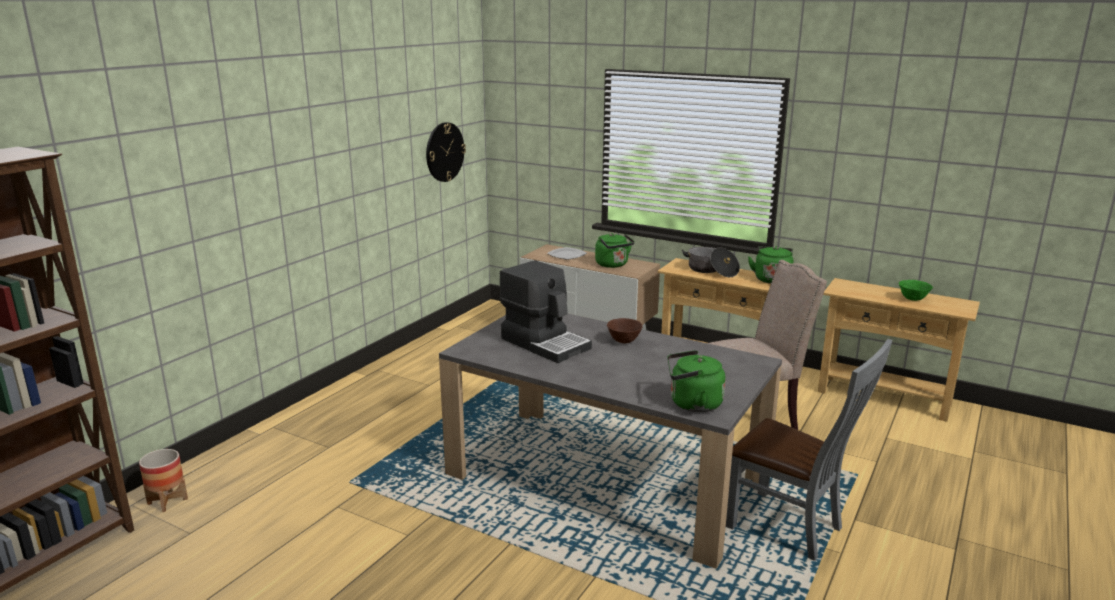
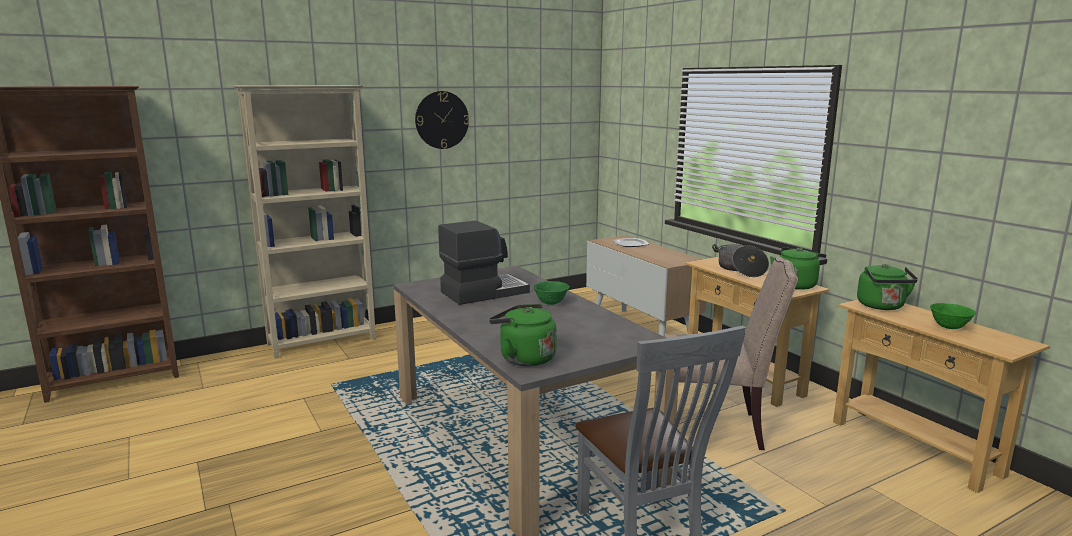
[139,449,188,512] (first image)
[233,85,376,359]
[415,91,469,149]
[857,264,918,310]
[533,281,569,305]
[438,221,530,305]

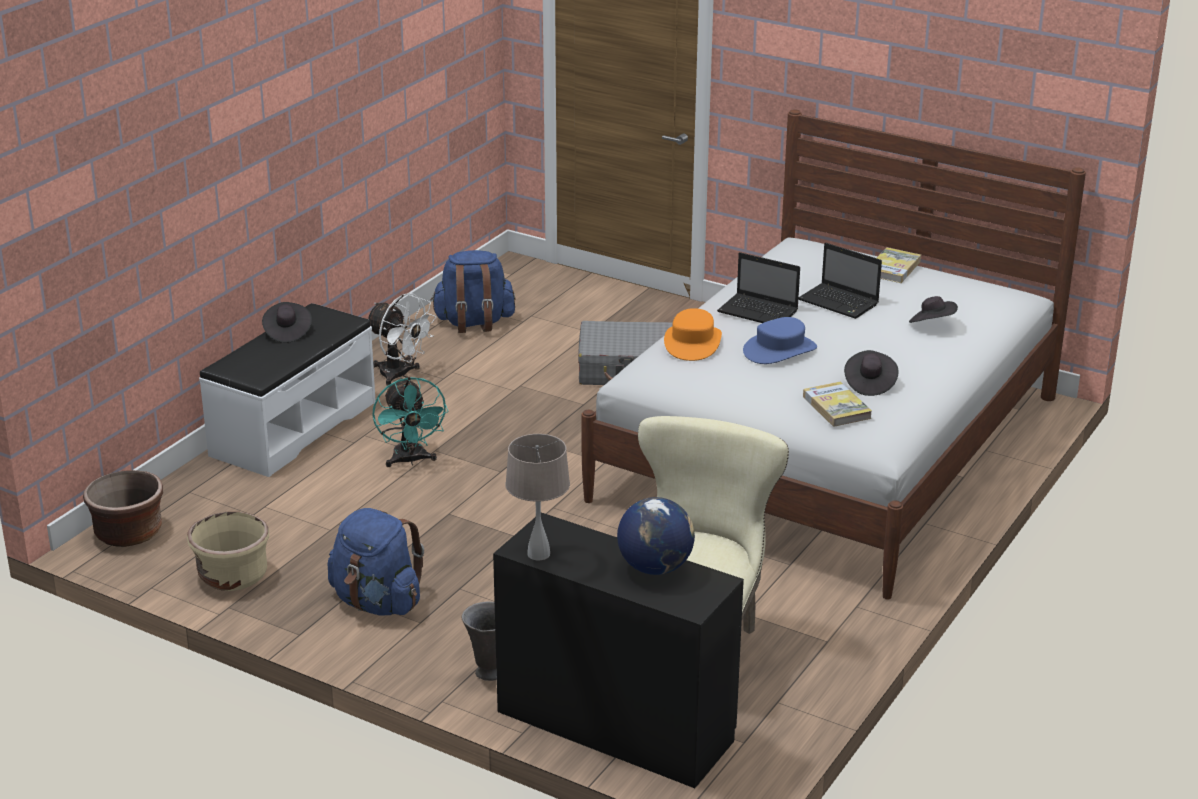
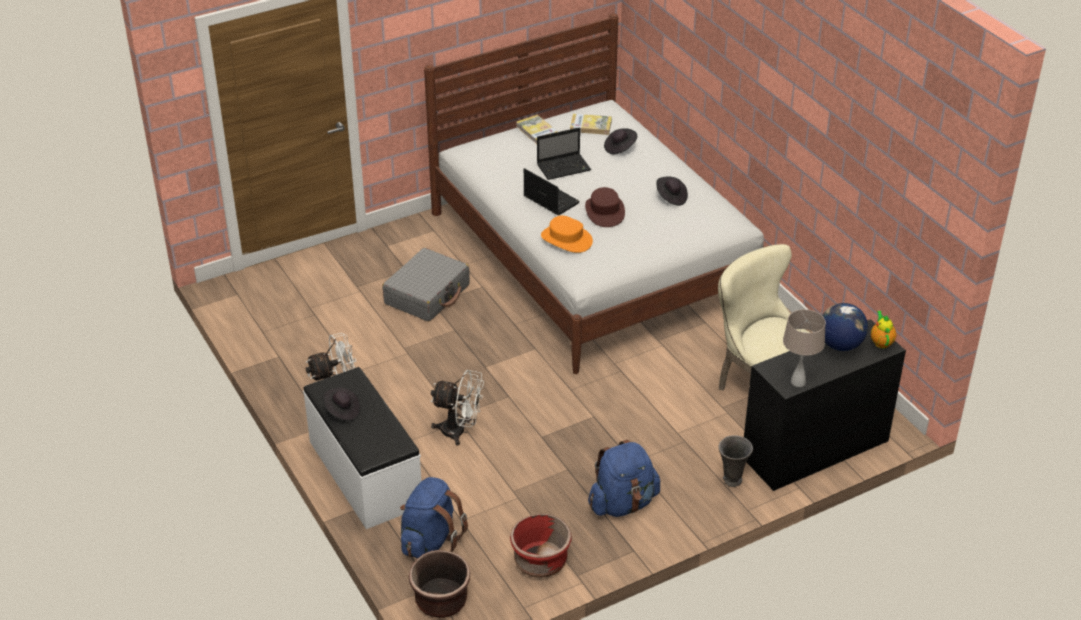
[871,311,896,348]
[400,477,468,558]
[570,114,612,135]
[510,513,571,578]
[431,370,484,446]
[585,187,625,227]
[524,168,580,215]

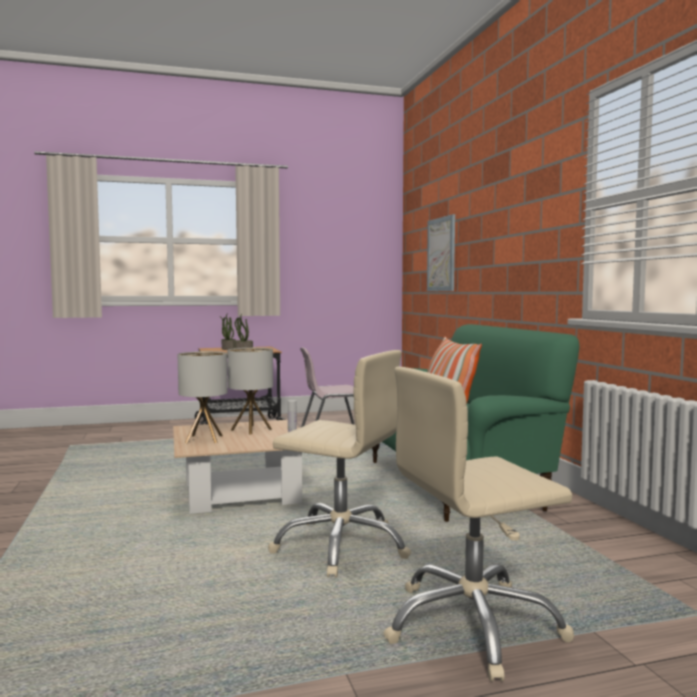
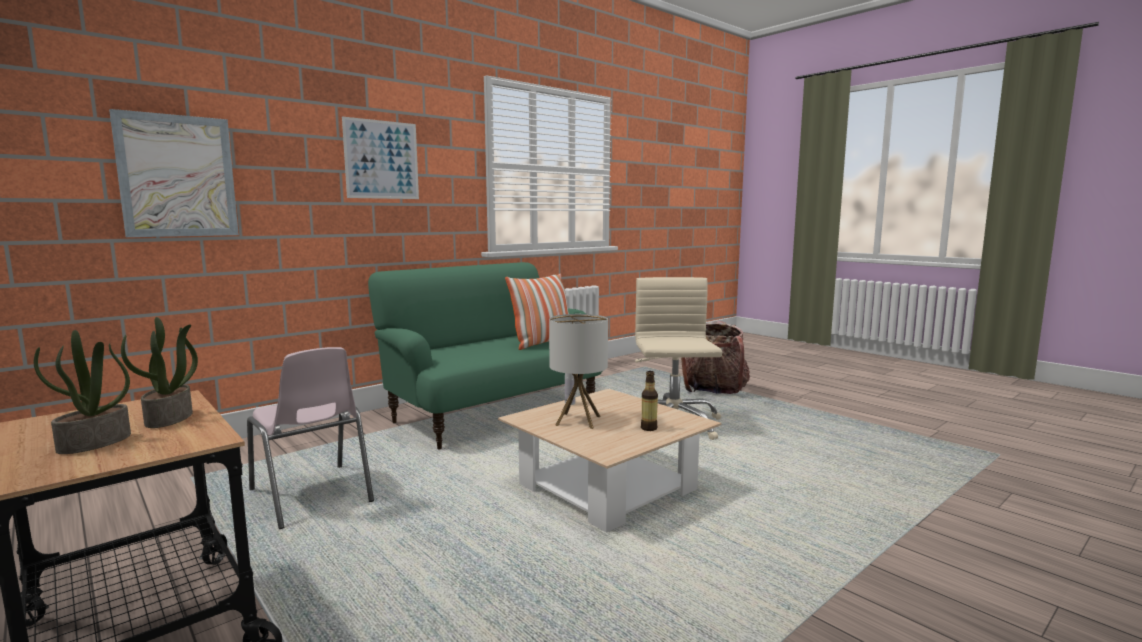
[342,116,419,199]
[641,371,658,431]
[681,321,750,394]

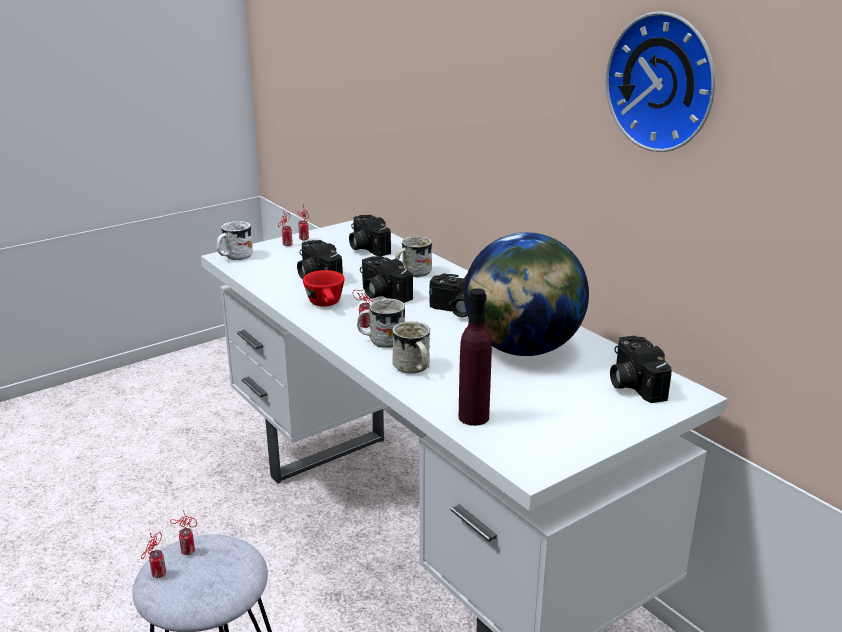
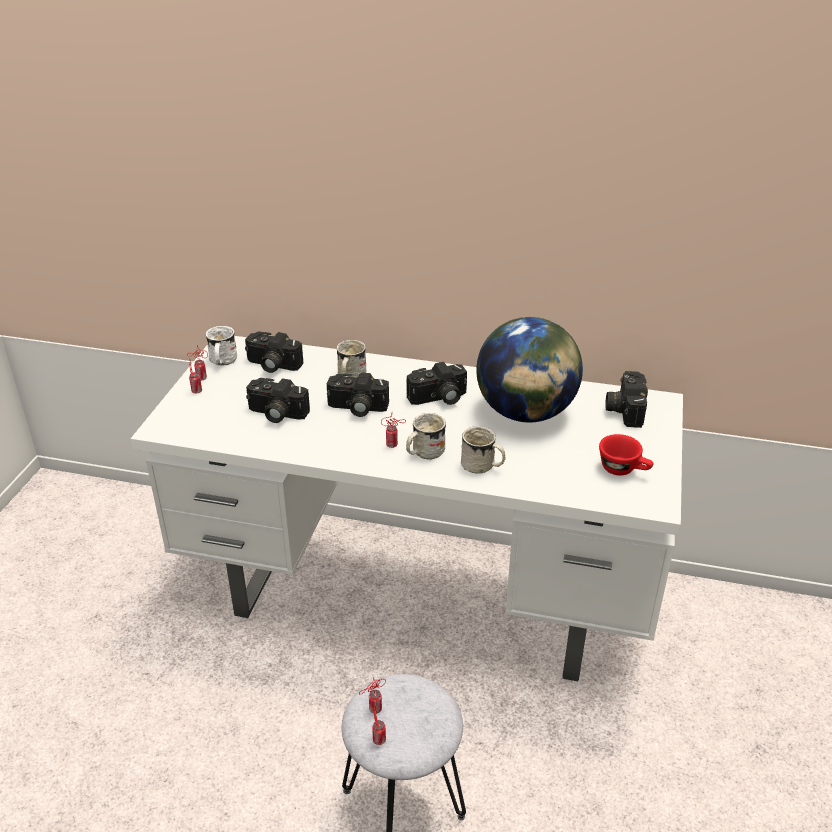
[459,288,492,426] (first image)
[605,12,715,152] (first image)
[206,326,237,366]
[599,434,653,475]
[605,371,648,428]

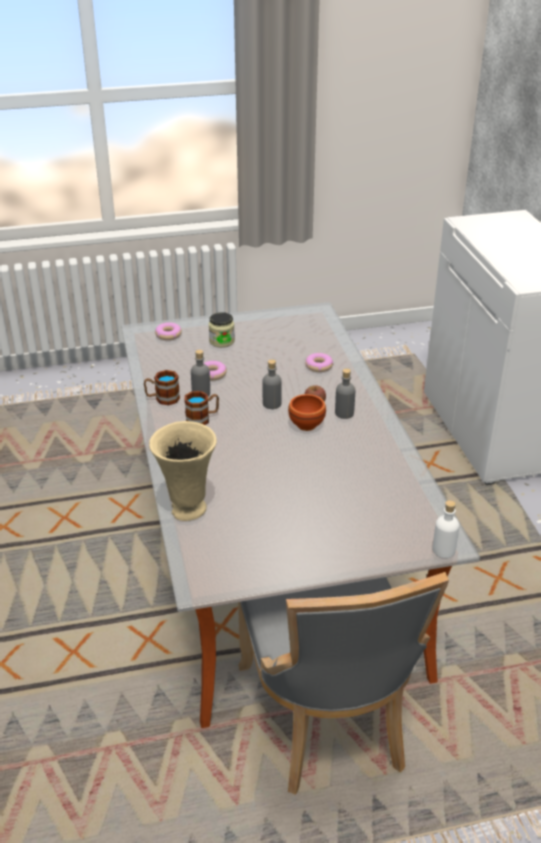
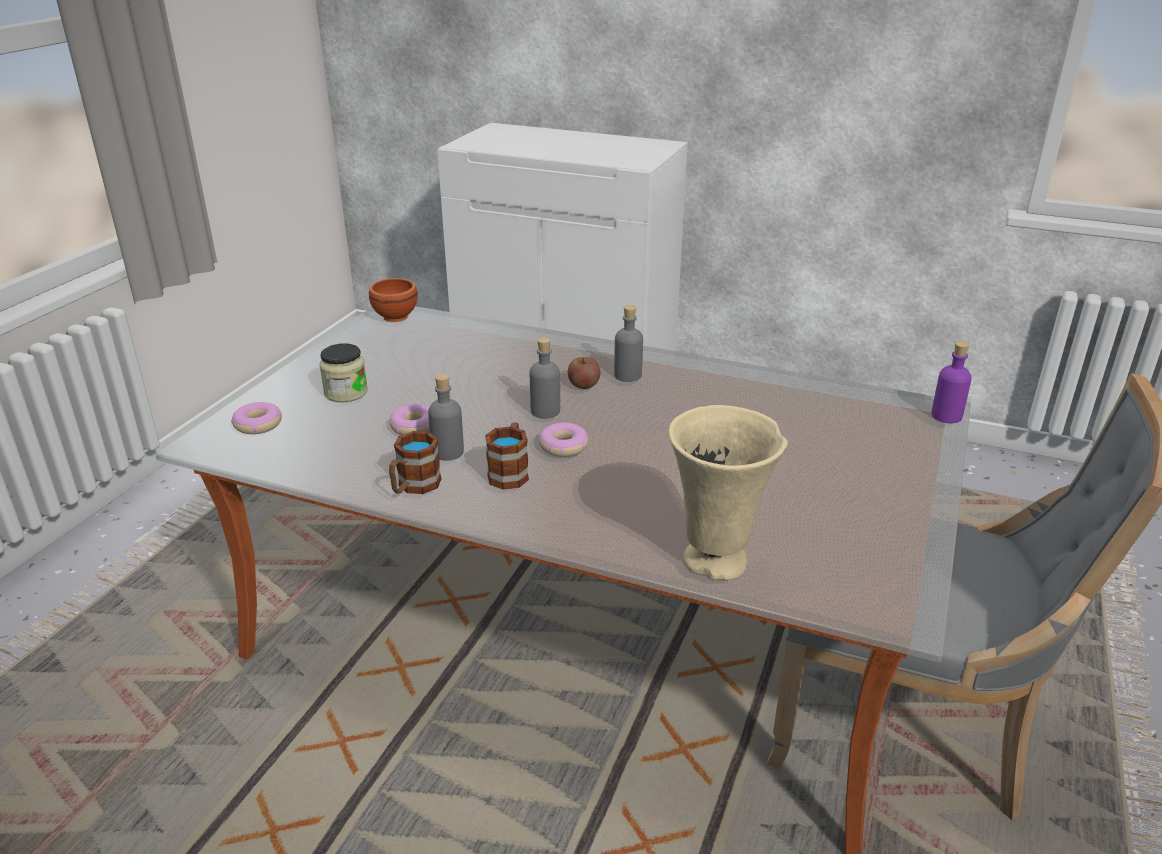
[369,278,418,322]
[539,423,588,457]
[931,341,972,423]

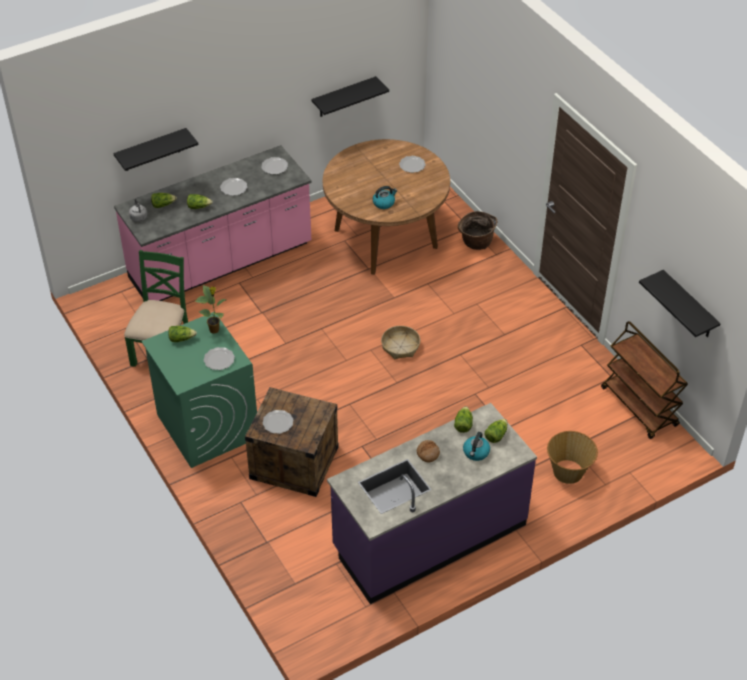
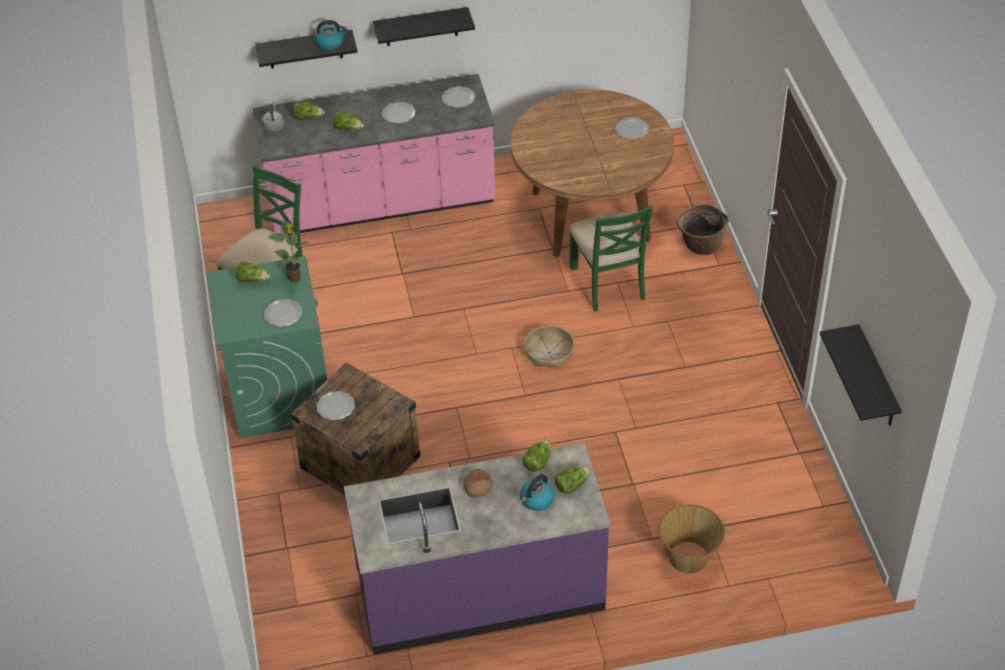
[601,321,688,439] (first image)
[569,205,653,312]
[373,7,475,46]
[315,20,347,50]

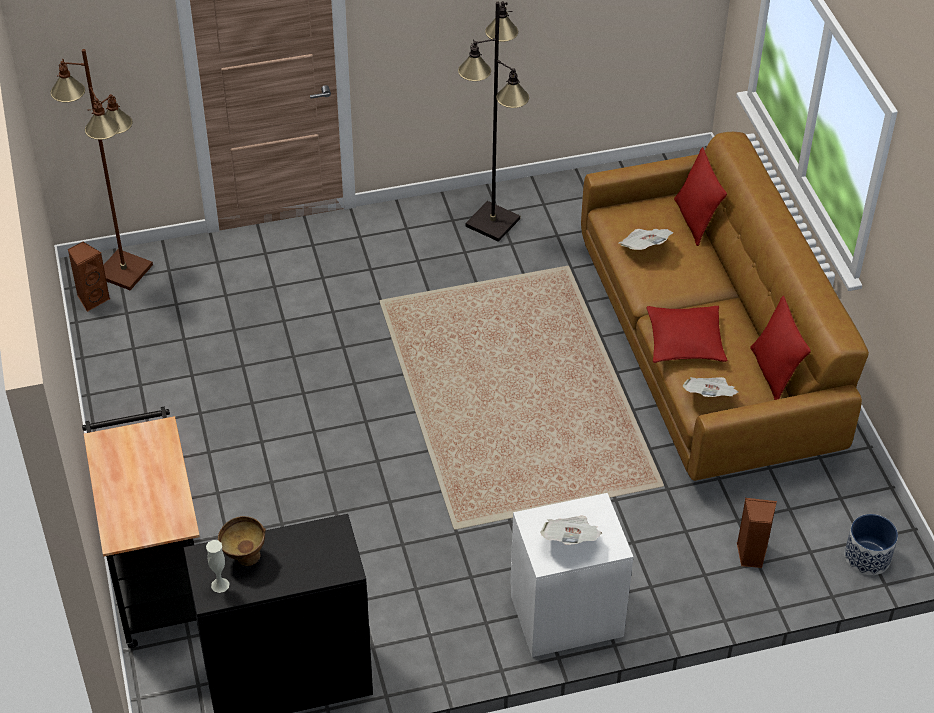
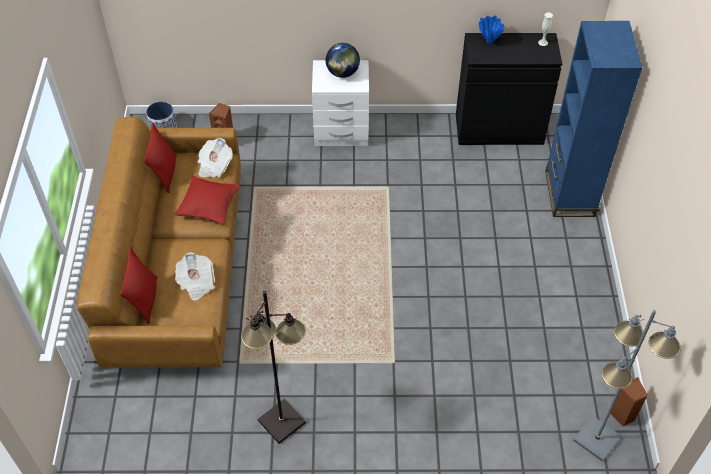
[218,516,266,566] (first image)
[479,16,504,44]
[545,21,642,217]
[326,43,360,78]
[573,310,680,462]

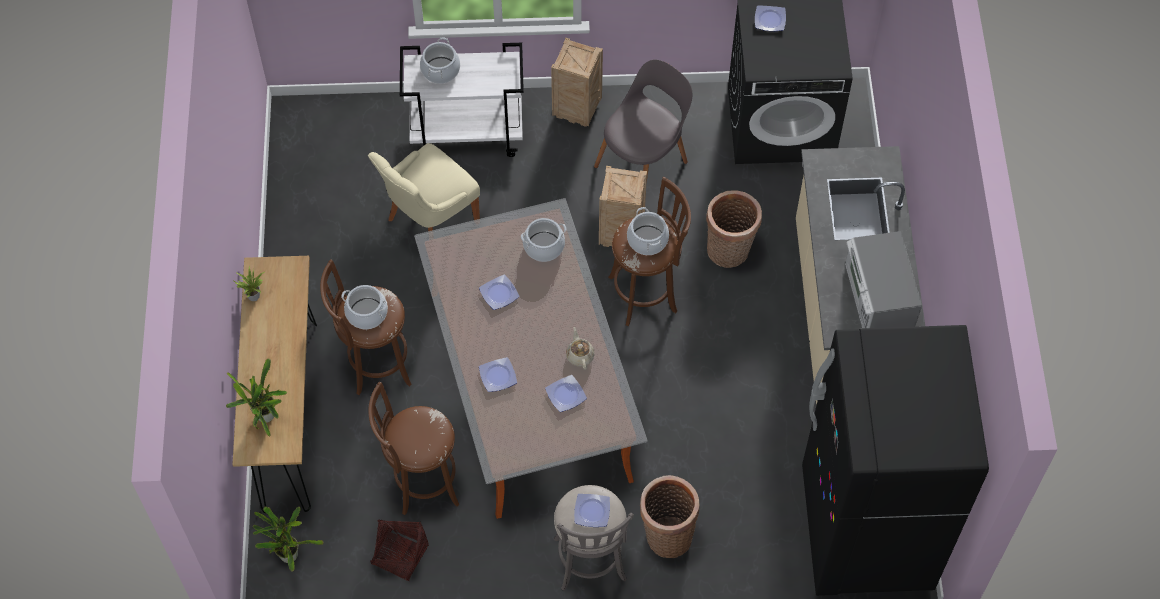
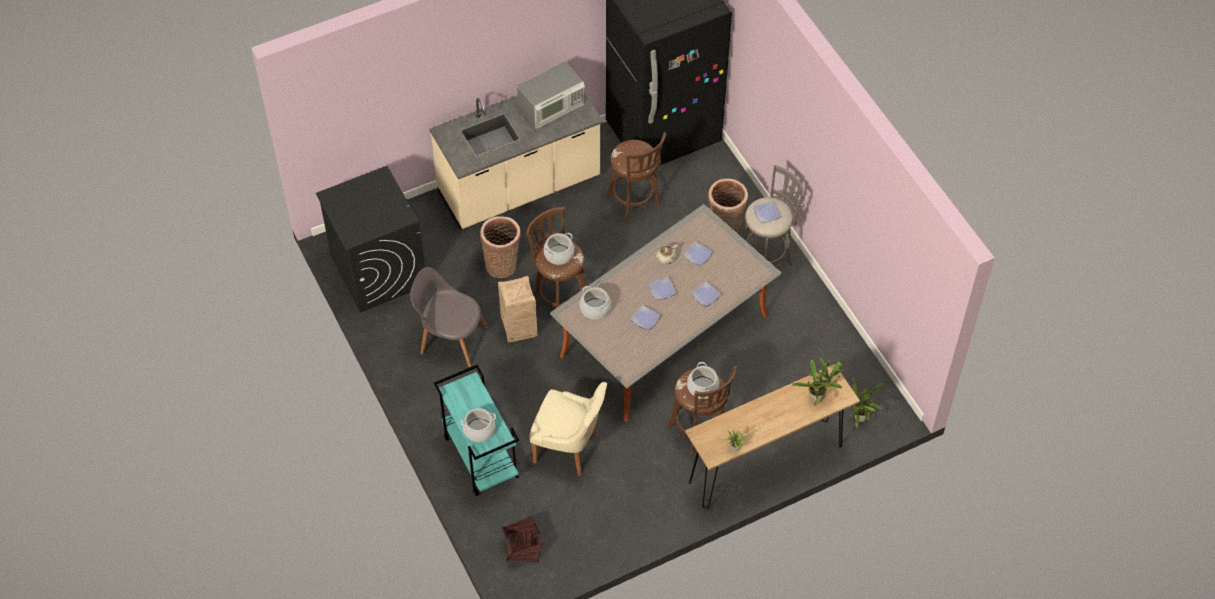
[551,38,603,127] (first image)
[605,132,666,223]
[501,517,542,563]
[649,277,676,300]
[434,365,519,496]

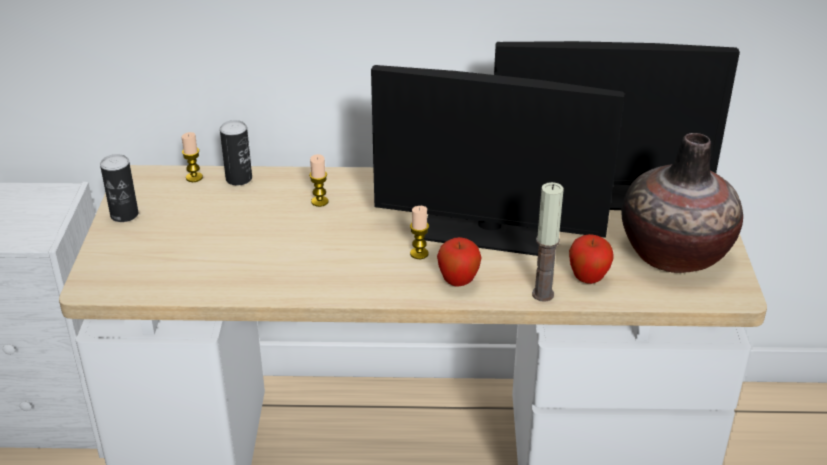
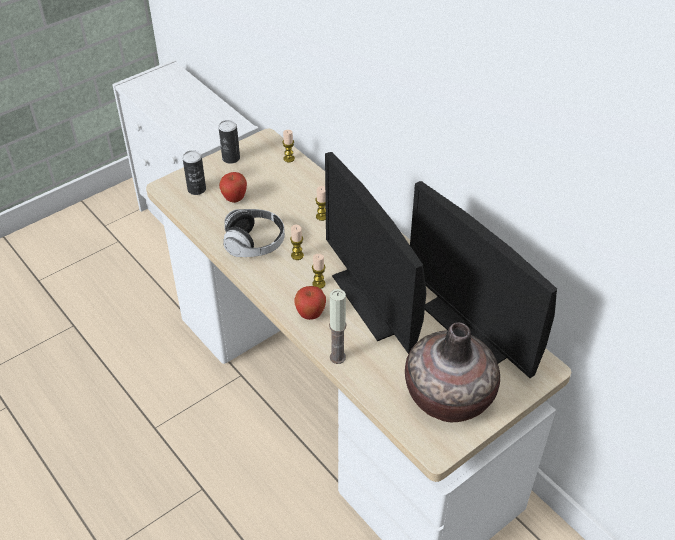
[223,209,285,257]
[290,225,304,260]
[182,150,206,195]
[219,172,247,203]

